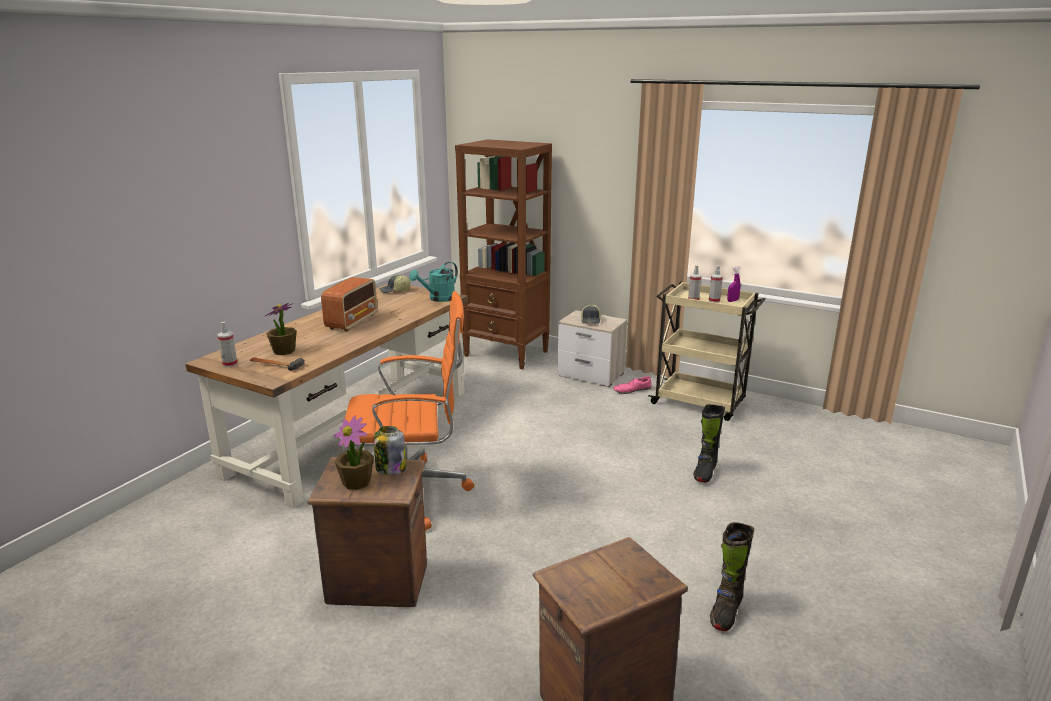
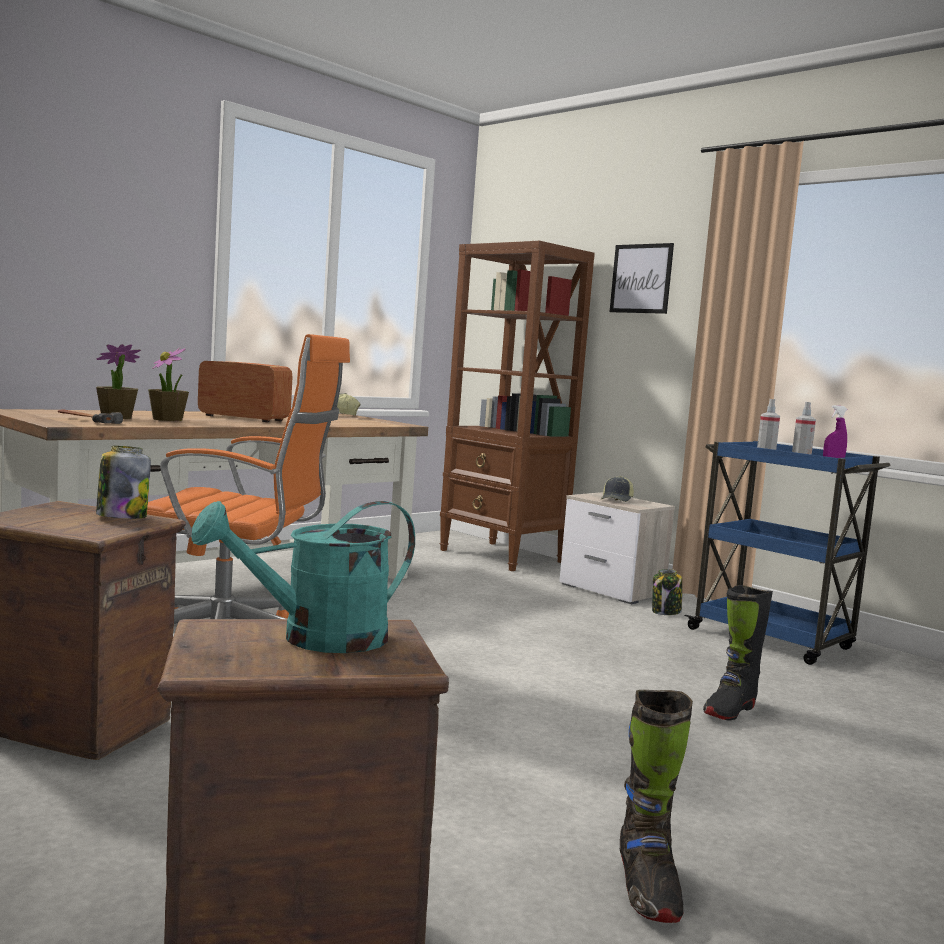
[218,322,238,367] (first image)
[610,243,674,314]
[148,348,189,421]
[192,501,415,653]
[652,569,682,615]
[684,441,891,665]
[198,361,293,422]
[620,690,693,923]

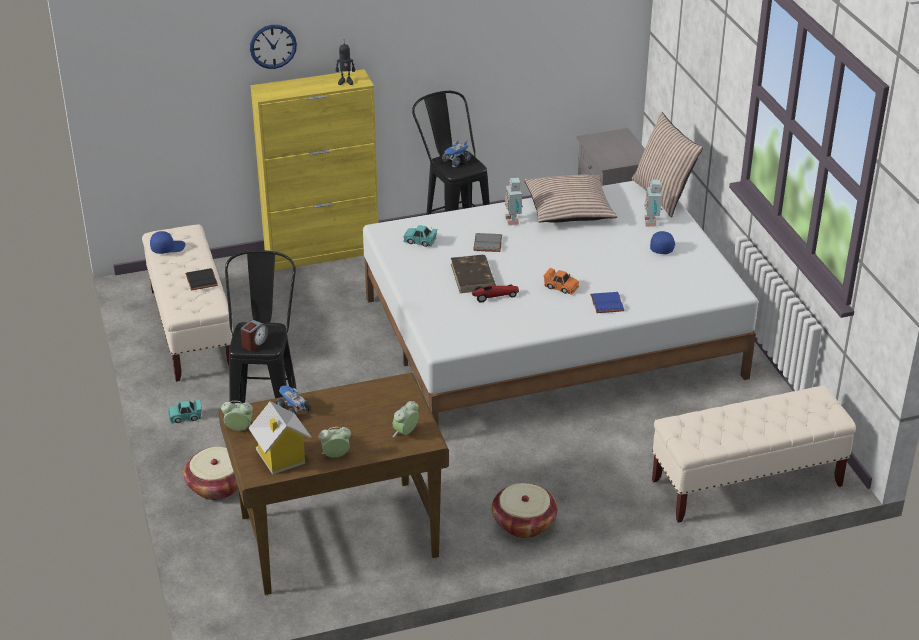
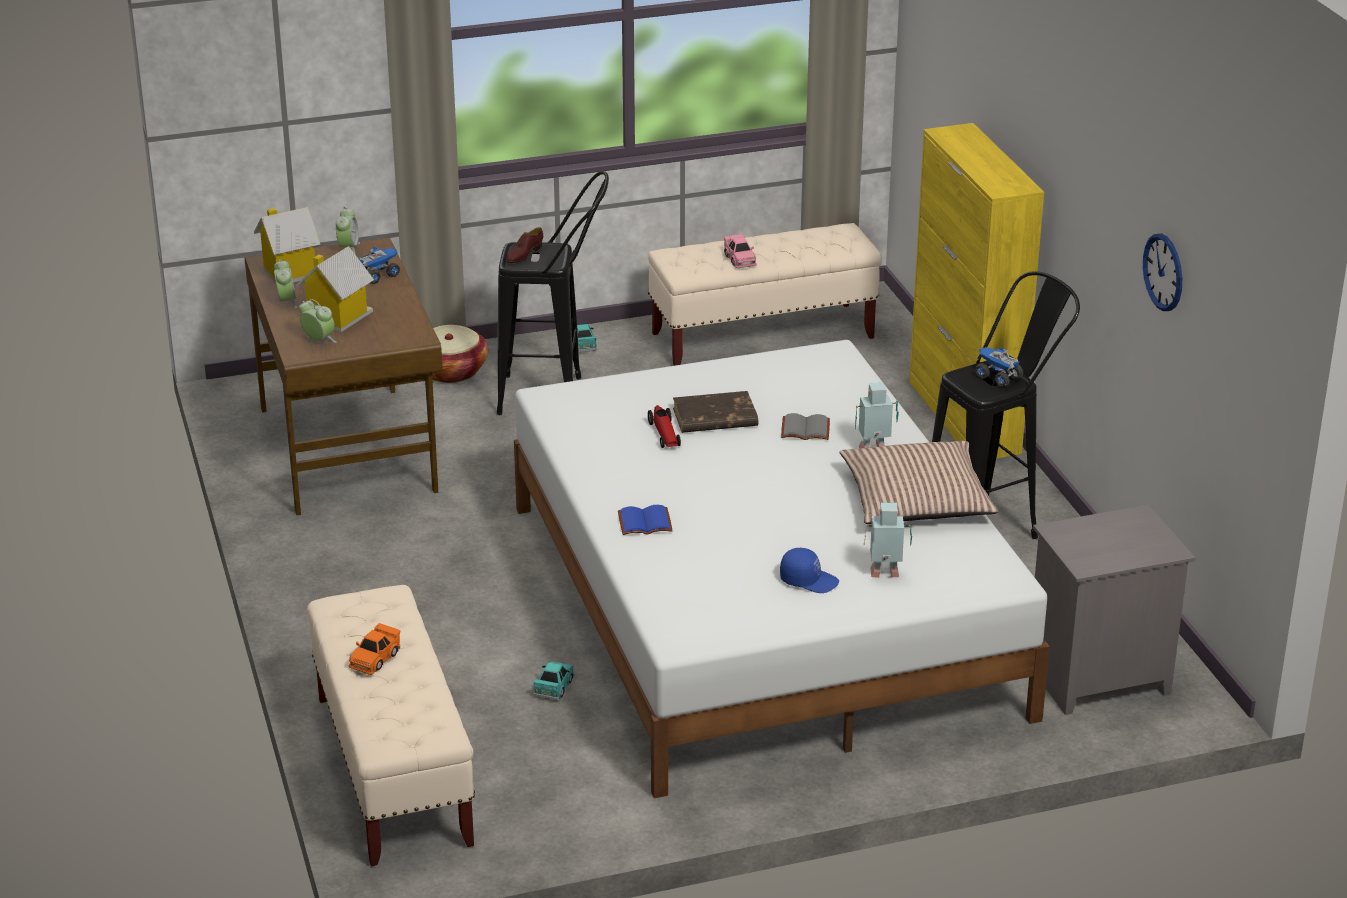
[150,231,185,254] (first image)
[336,43,355,85] (first image)
[492,483,557,538] (first image)
[631,112,703,217] (first image)
[296,246,374,332]
[1143,234,1182,311]
[533,661,575,700]
[349,623,400,675]
[724,234,757,268]
[506,227,543,263]

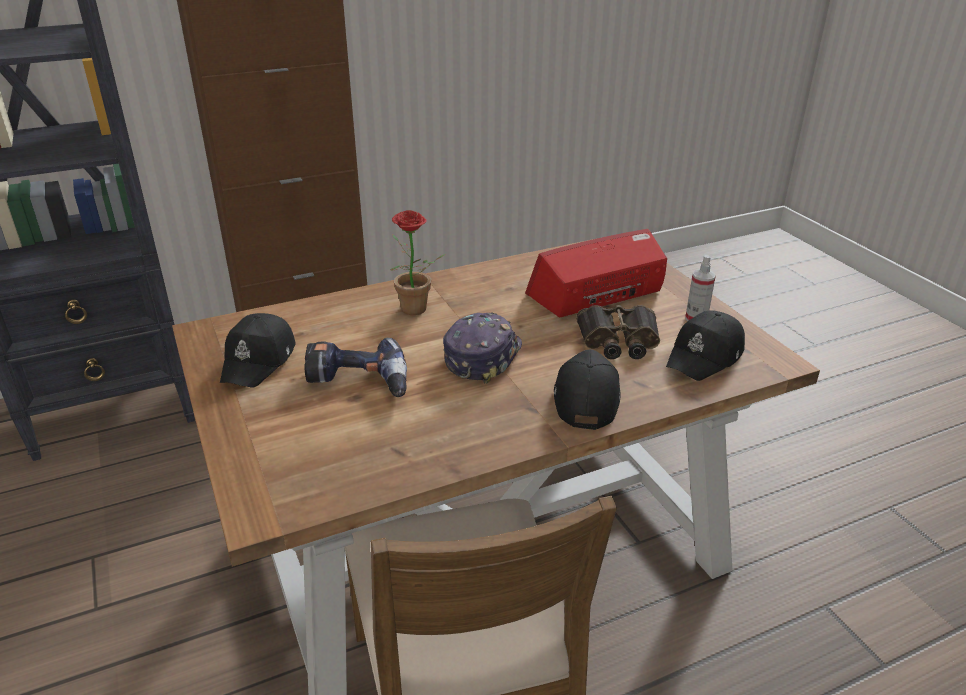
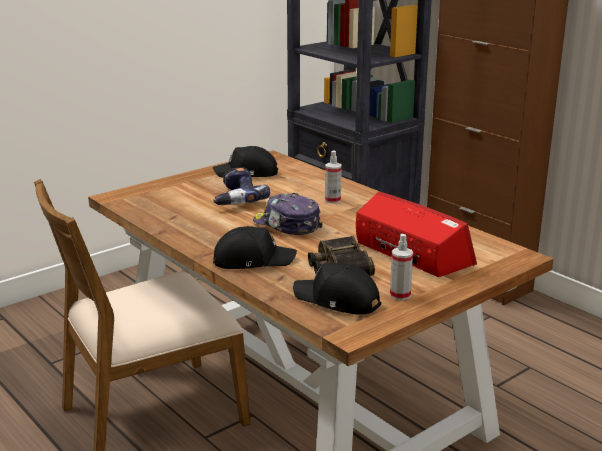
[325,151,342,204]
[253,193,323,235]

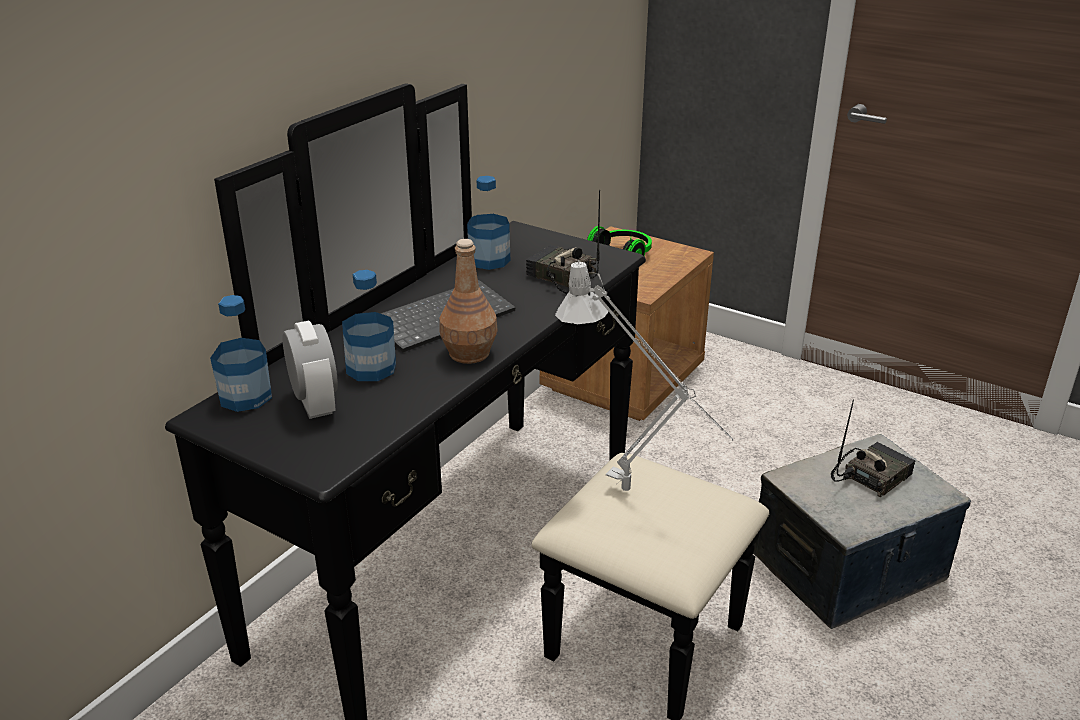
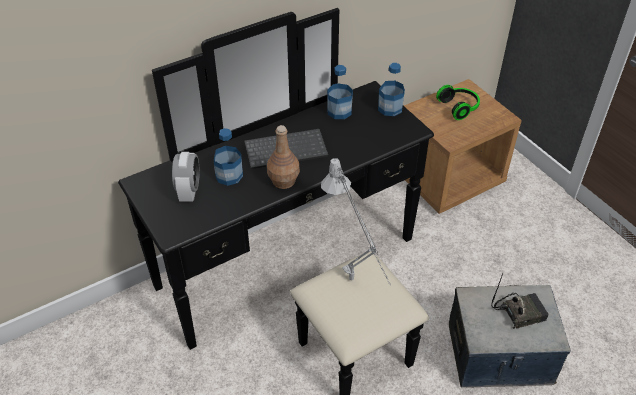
[526,190,600,294] (first image)
[378,63,405,116]

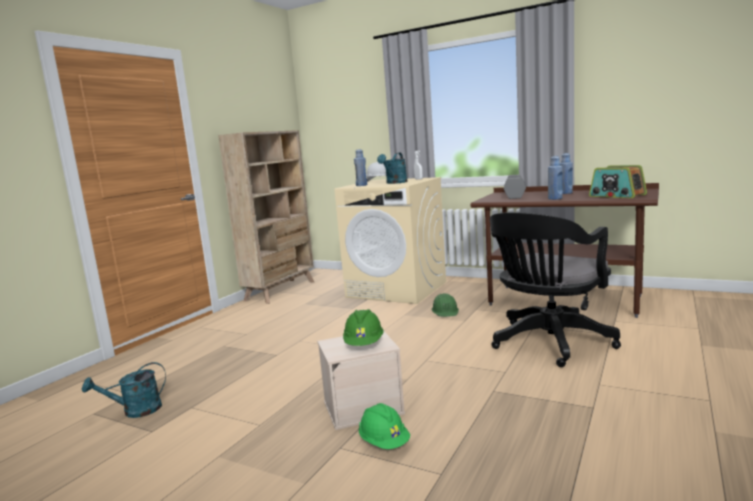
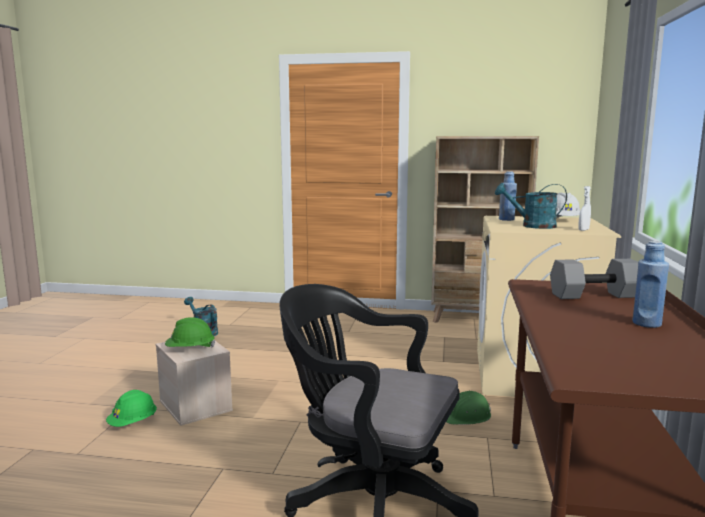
[548,156,563,200] (first image)
[589,165,647,198] (first image)

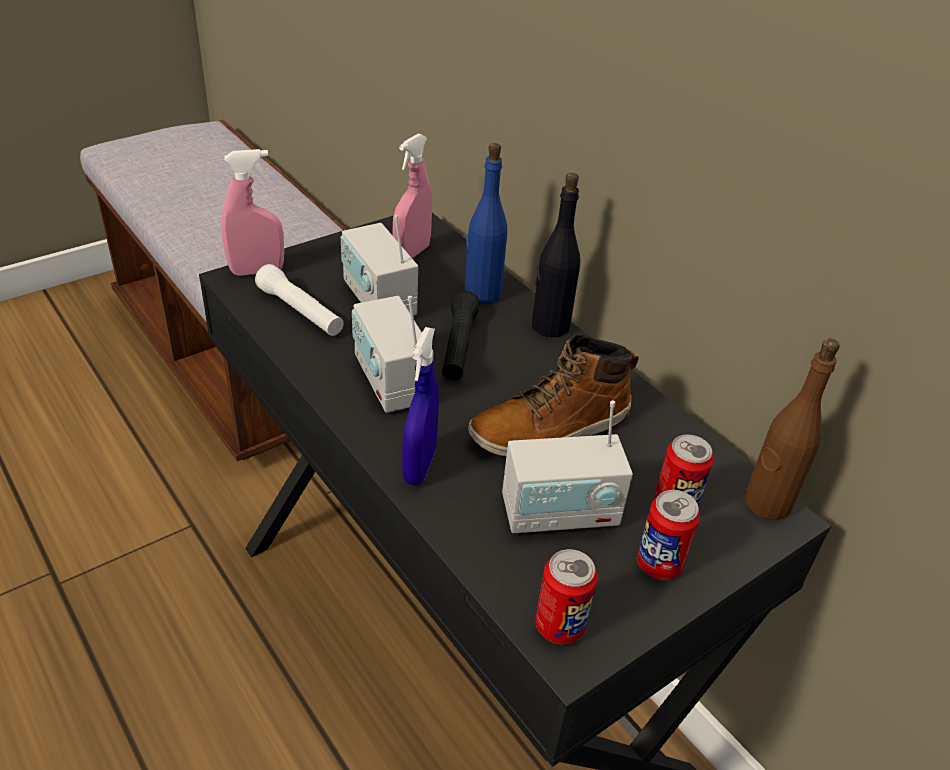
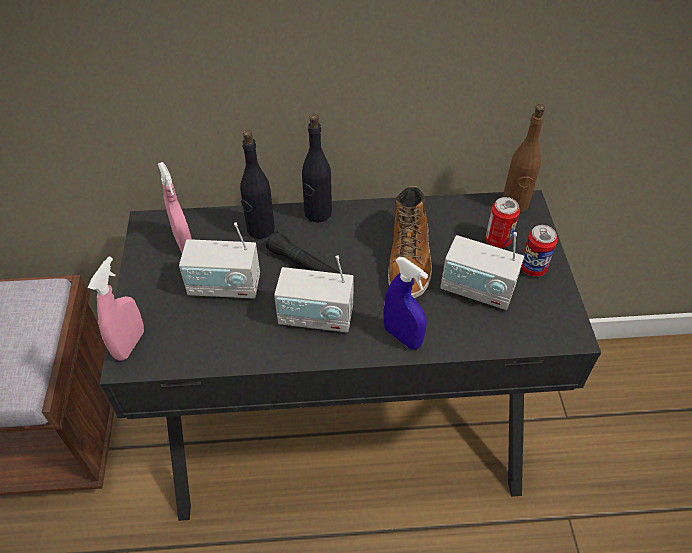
[255,264,344,336] (first image)
[535,549,598,644] (first image)
[240,130,275,239]
[440,232,524,310]

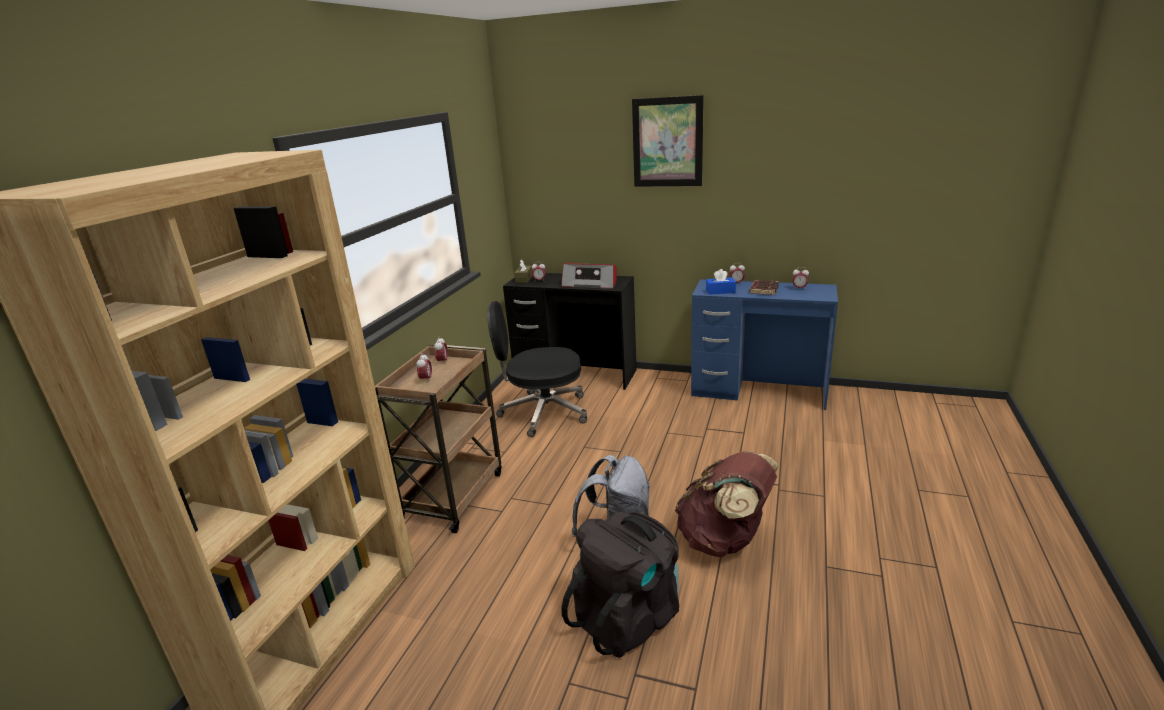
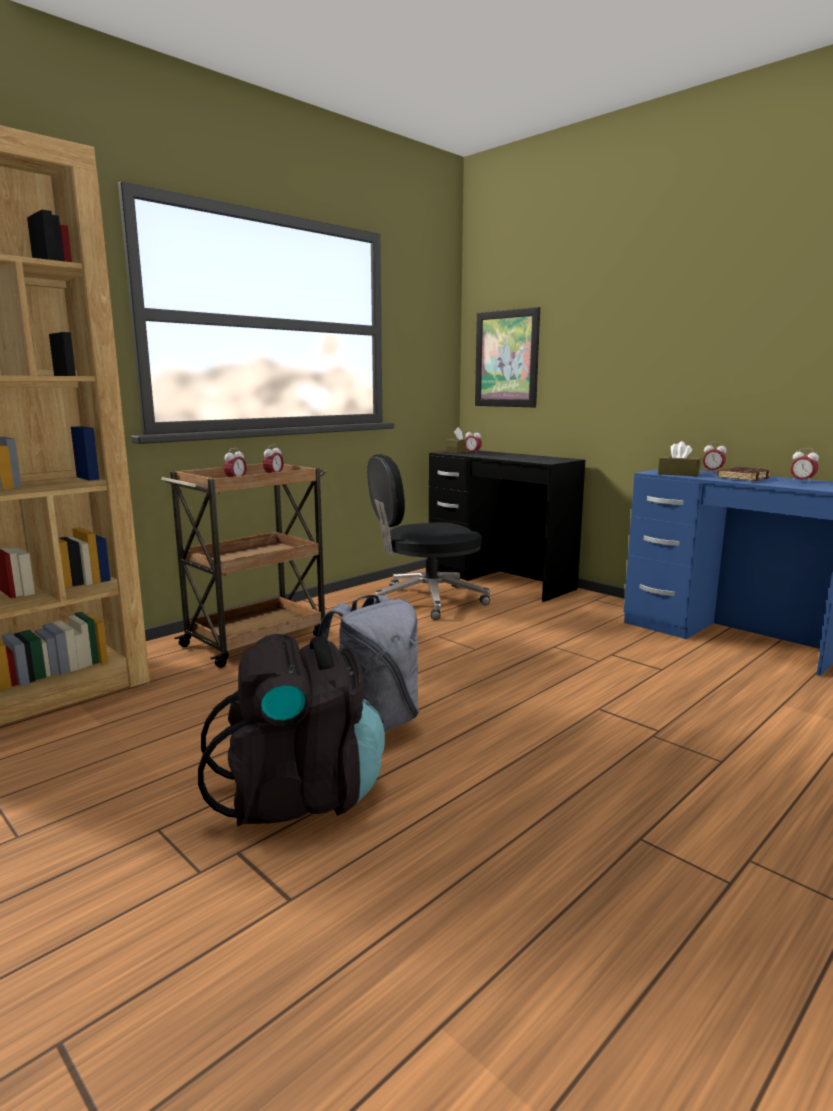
[561,263,617,289] (first image)
[675,451,778,557] (first image)
[475,307,540,408]
[658,441,701,476]
[367,454,490,620]

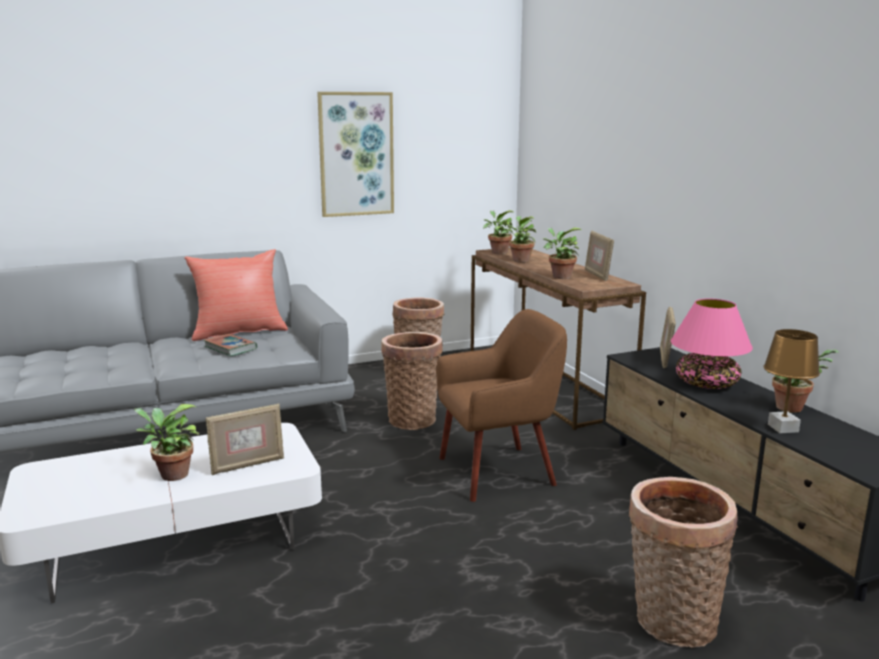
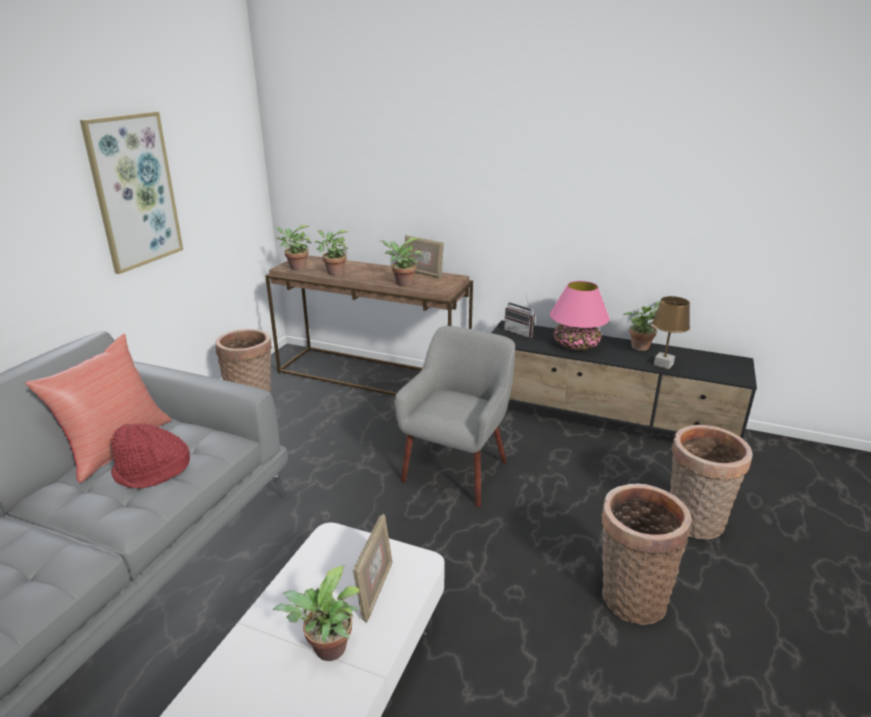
[601,484,692,625]
[111,423,190,488]
[504,294,535,338]
[394,326,515,507]

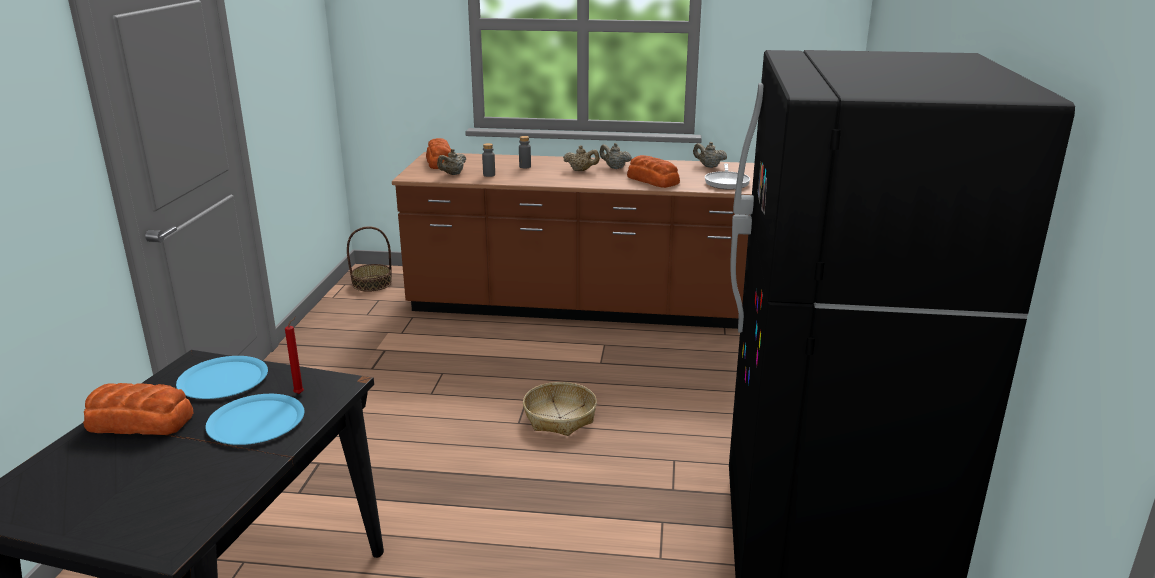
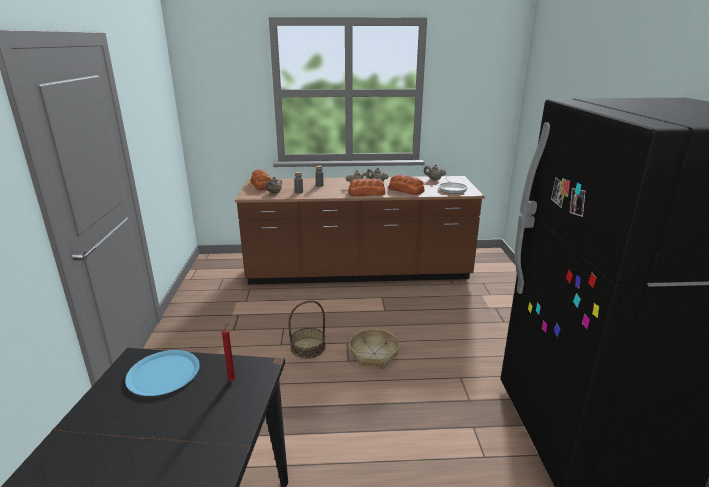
[205,394,304,445] (first image)
[348,178,385,196]
[288,300,326,359]

